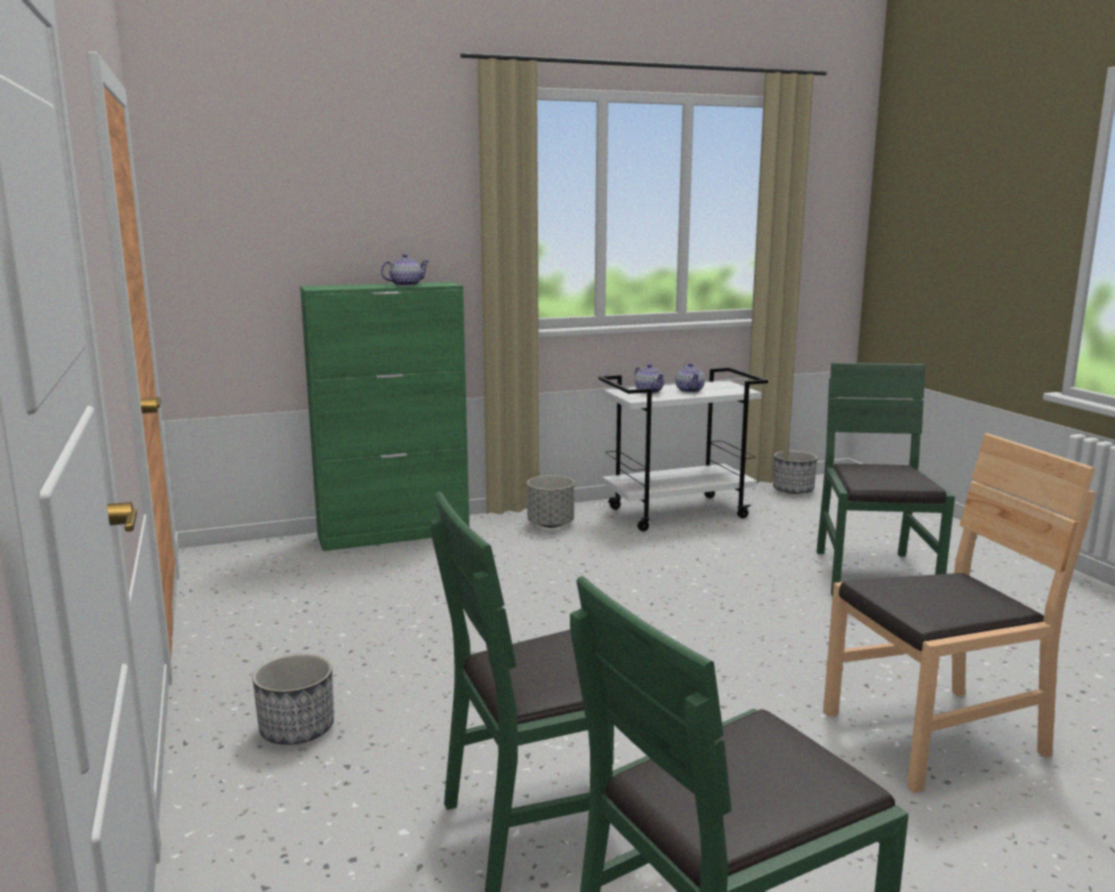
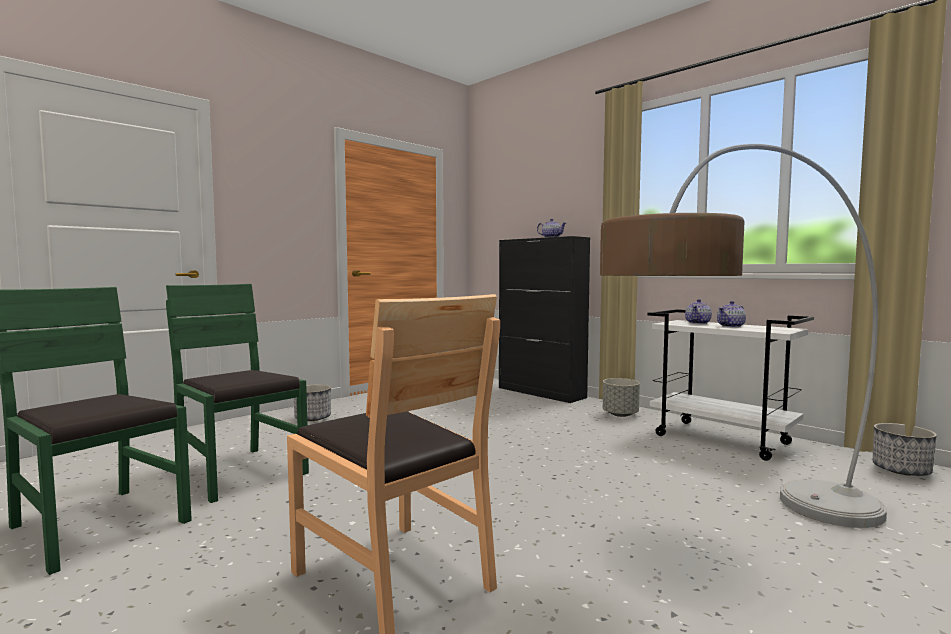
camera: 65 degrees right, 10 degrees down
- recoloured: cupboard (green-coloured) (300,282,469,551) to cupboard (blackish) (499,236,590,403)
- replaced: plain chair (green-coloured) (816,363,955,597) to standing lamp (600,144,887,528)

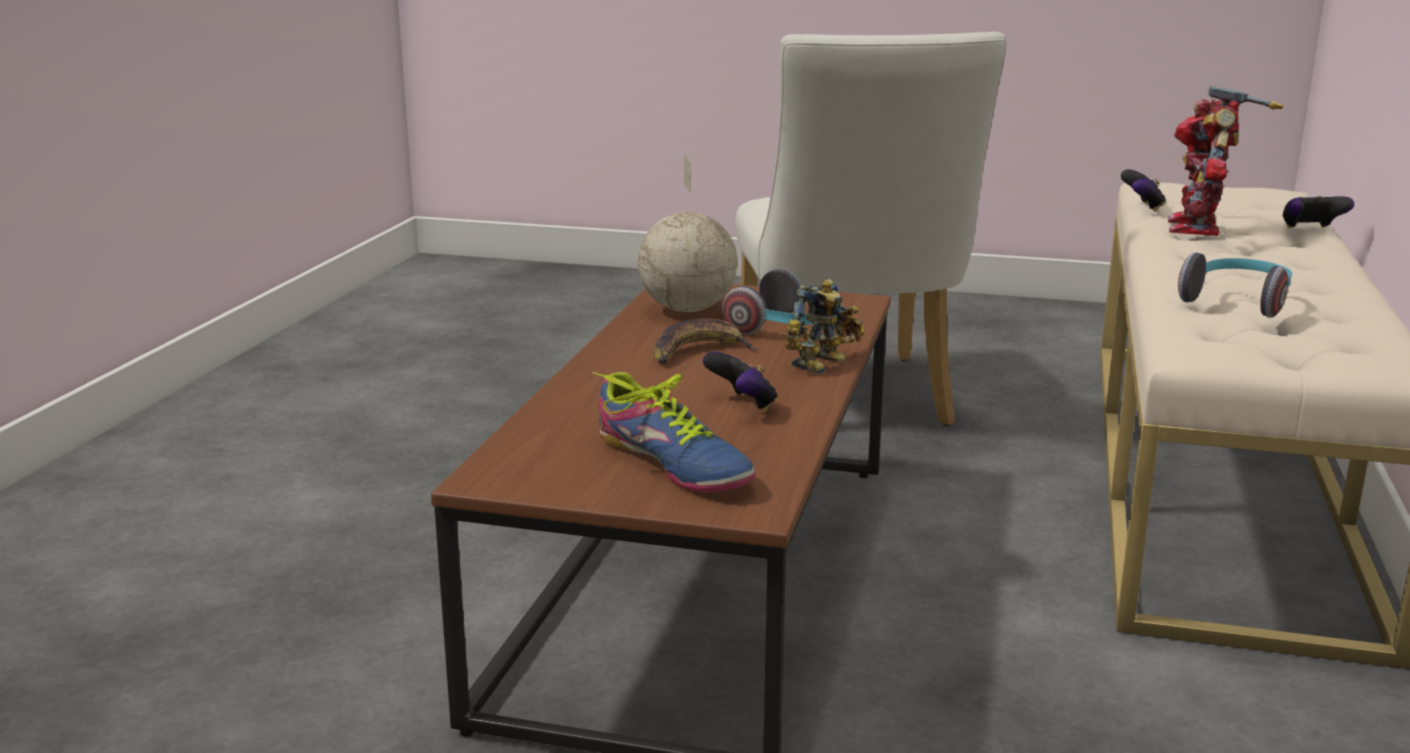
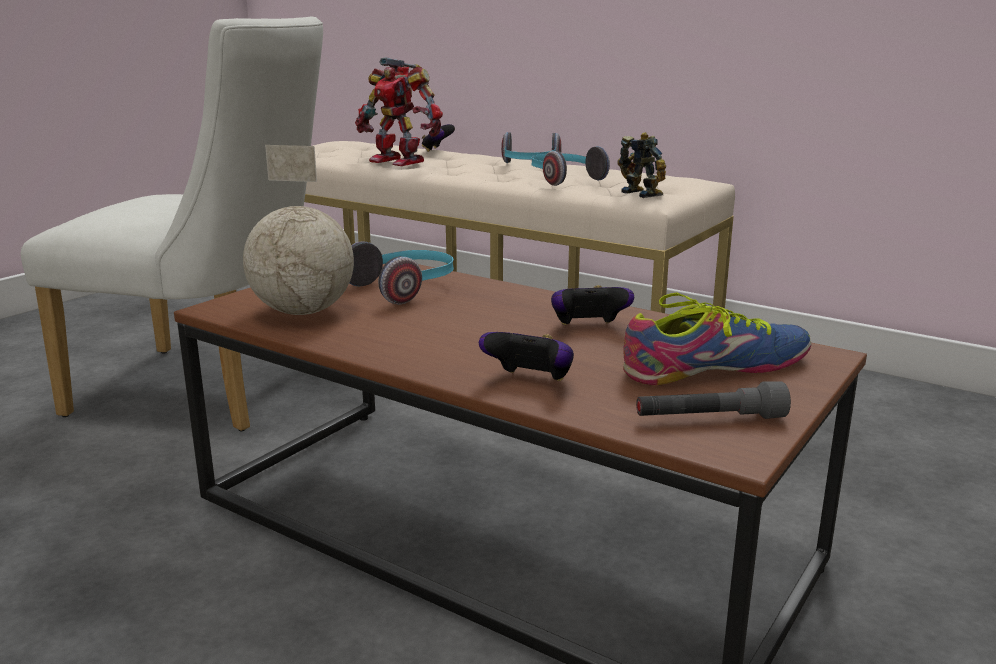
camera: 70 degrees left, 0 degrees up
- moved: gamepad (1121,169,1166,212) to (479,332,574,381)
- added: pair of headphones (501,132,562,163)
- moved: toy robot (785,279,865,374) to (617,132,666,198)
- added: torch (grey) (636,381,791,419)
- removed: banana fruit (653,318,759,364)

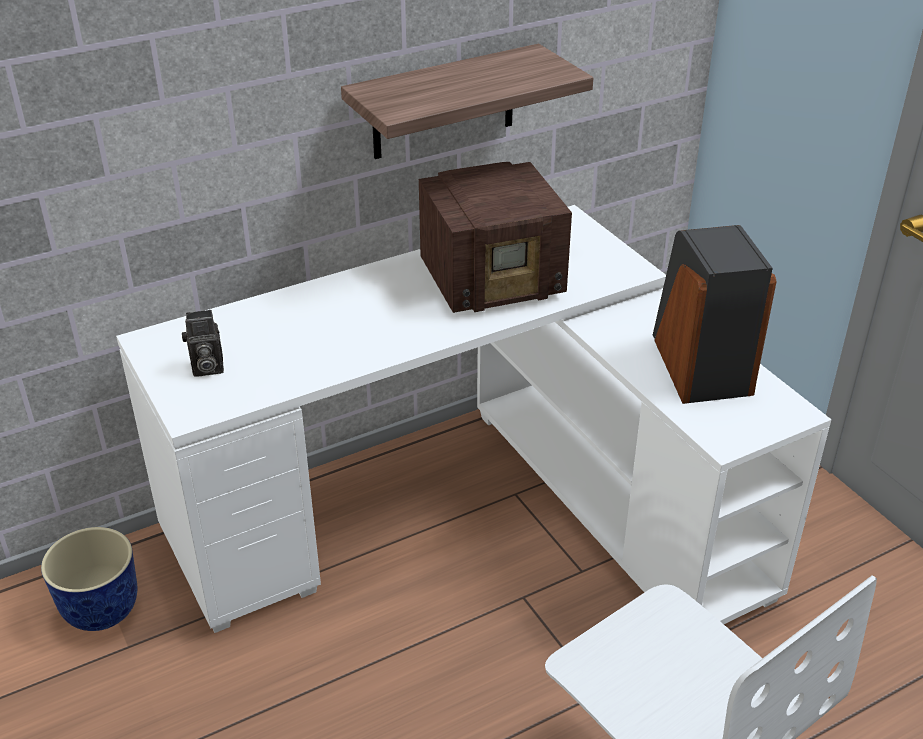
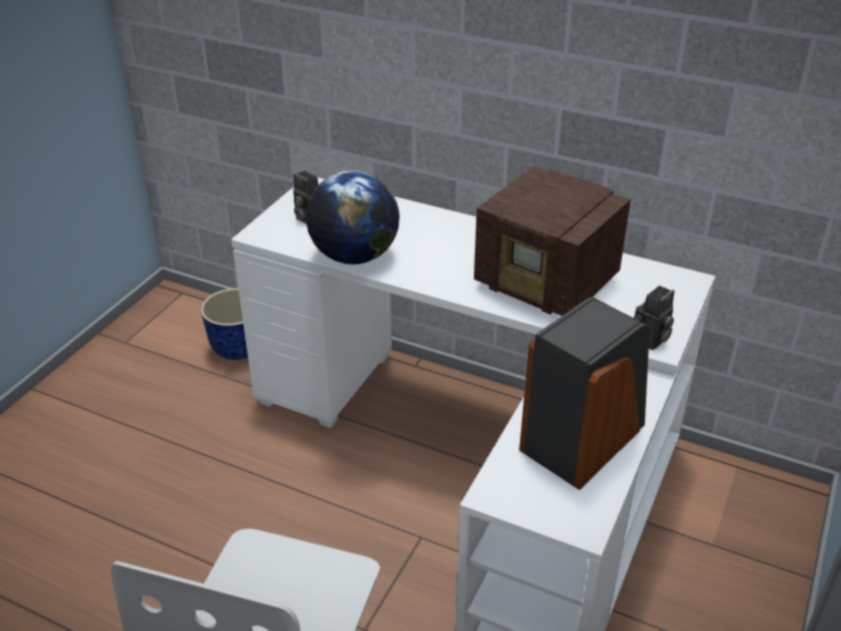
camera: 55 degrees right, 0 degrees up
- added: world globe (306,170,400,264)
- added: still camera (634,285,674,350)
- removed: bracket shelf (341,44,593,159)

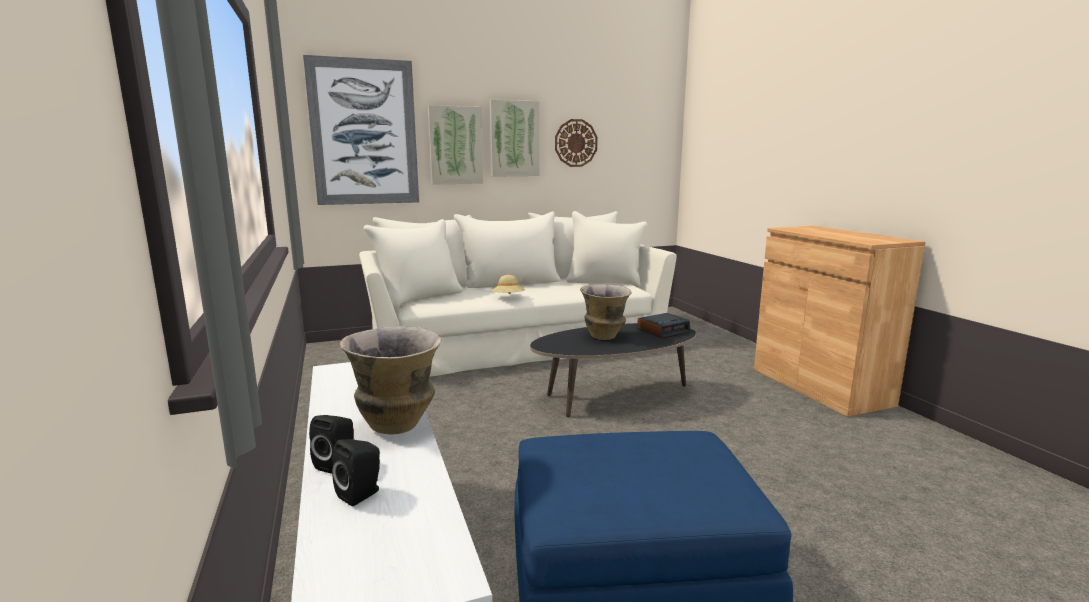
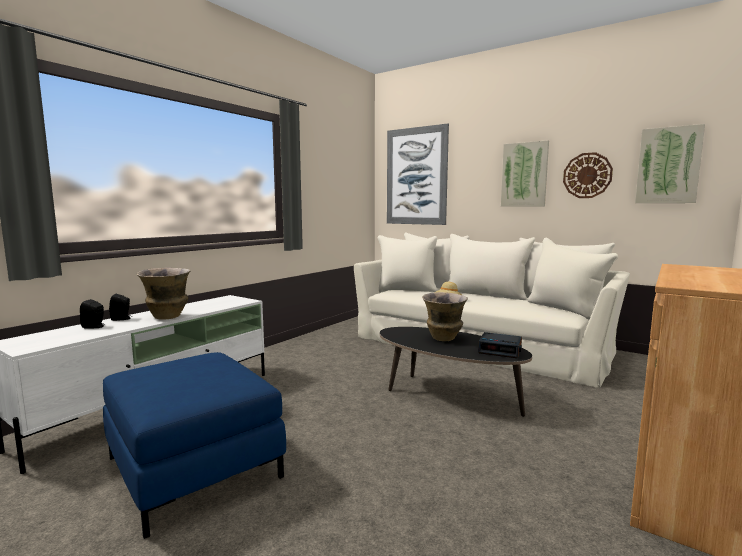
camera: 55 degrees right, 5 degrees down
- moved: wall picture (428,105,483,184) to (635,124,705,203)

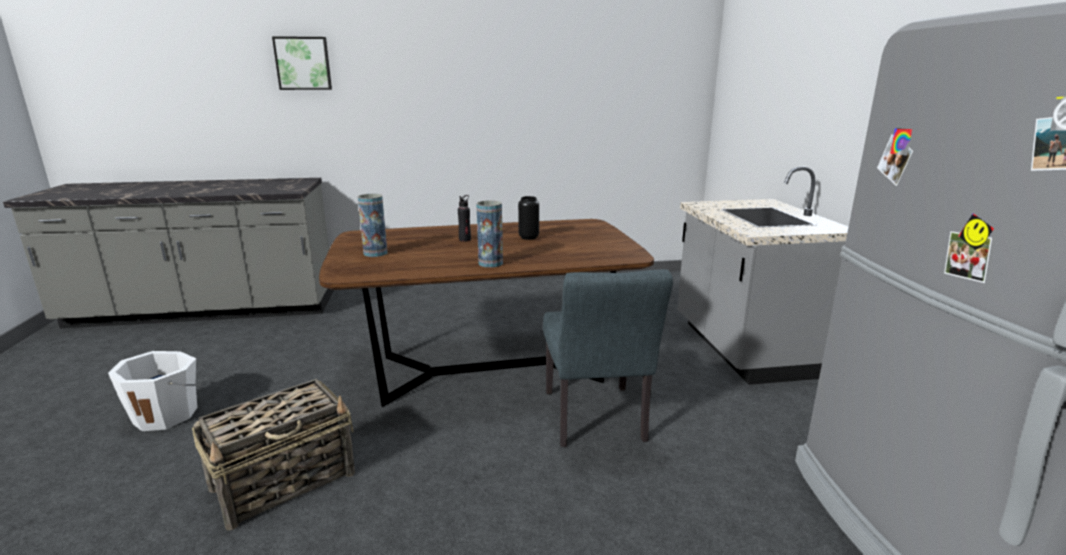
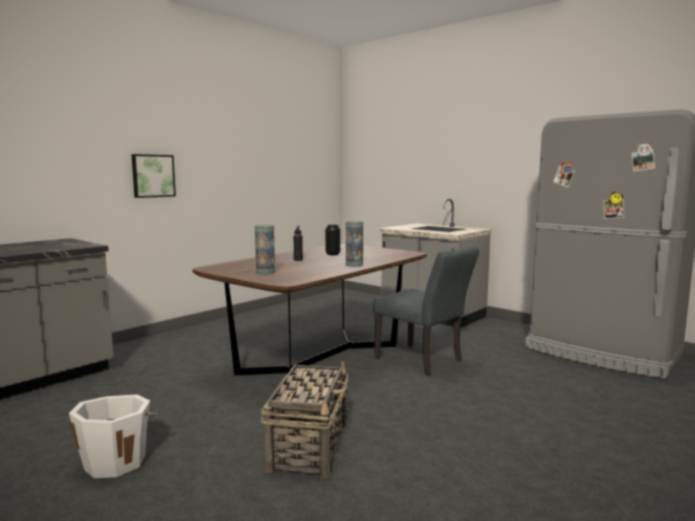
camera: 40 degrees left, 10 degrees down
- moved: wall picture (272,36,332,90) to (131,154,176,198)

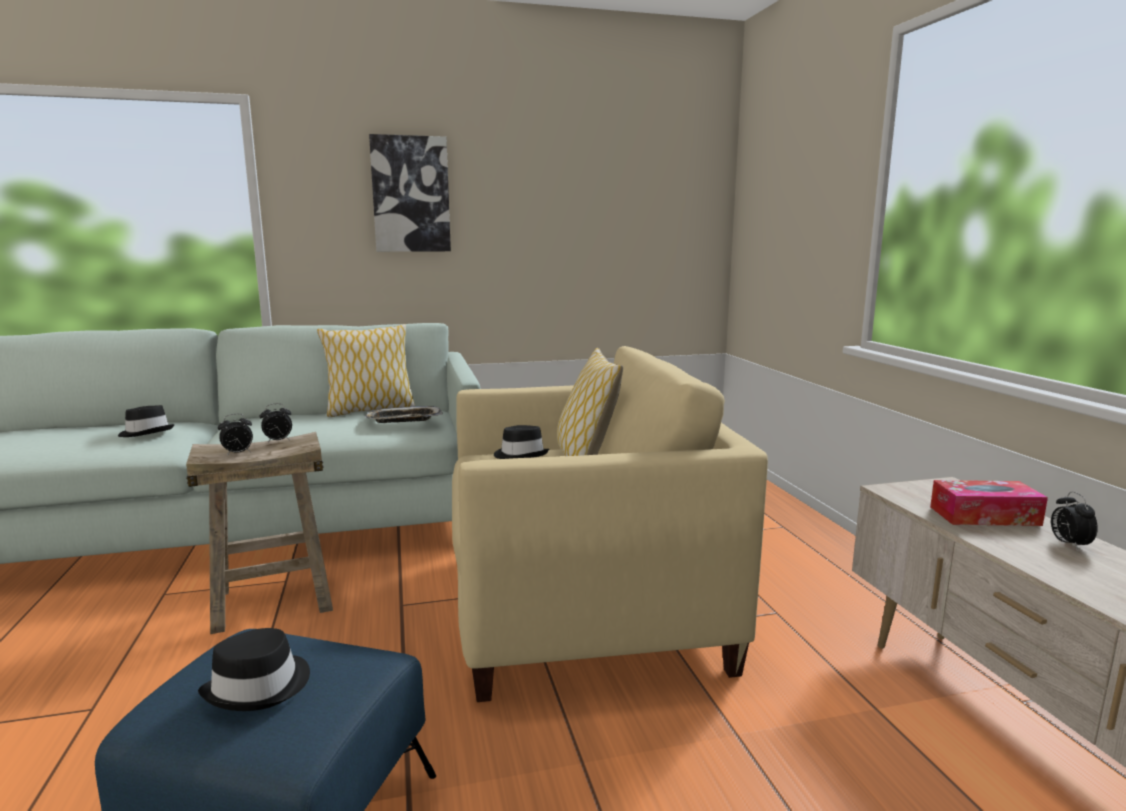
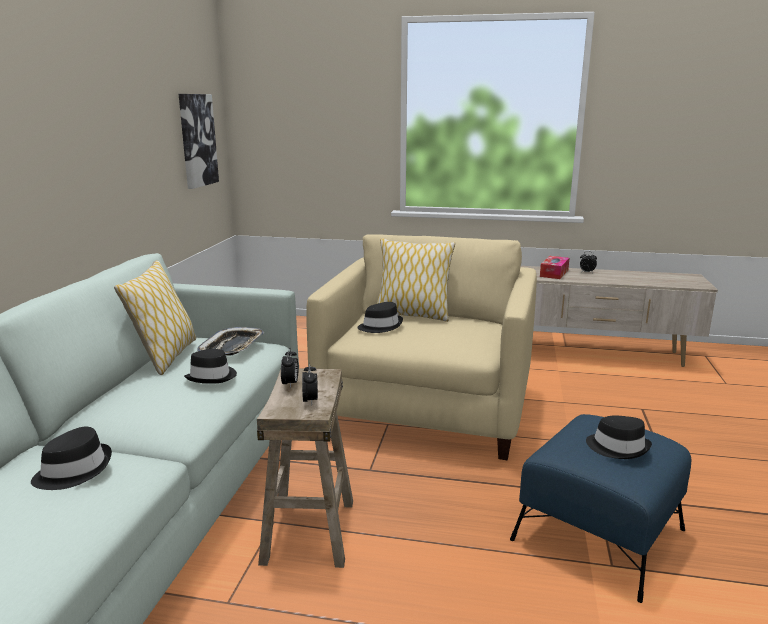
camera: 65 degrees left, 5 degrees up
- moved: wall picture (369,134,451,252) to (179,94,219,189)
- added: clothing hat (blackish) (184,349,237,384)

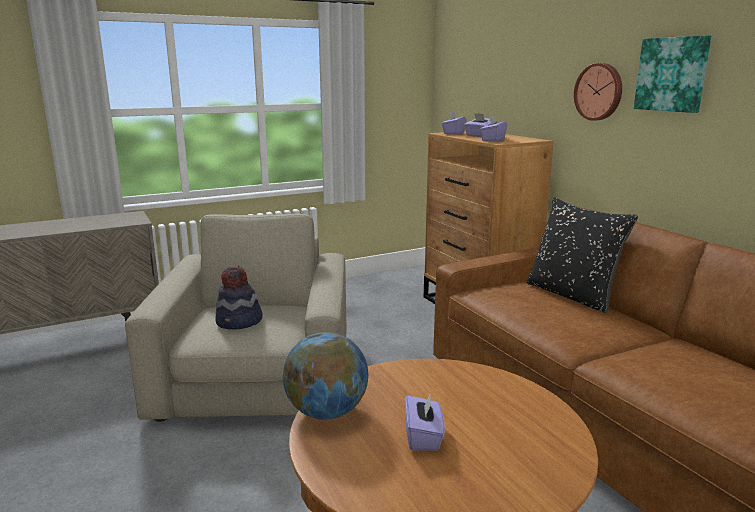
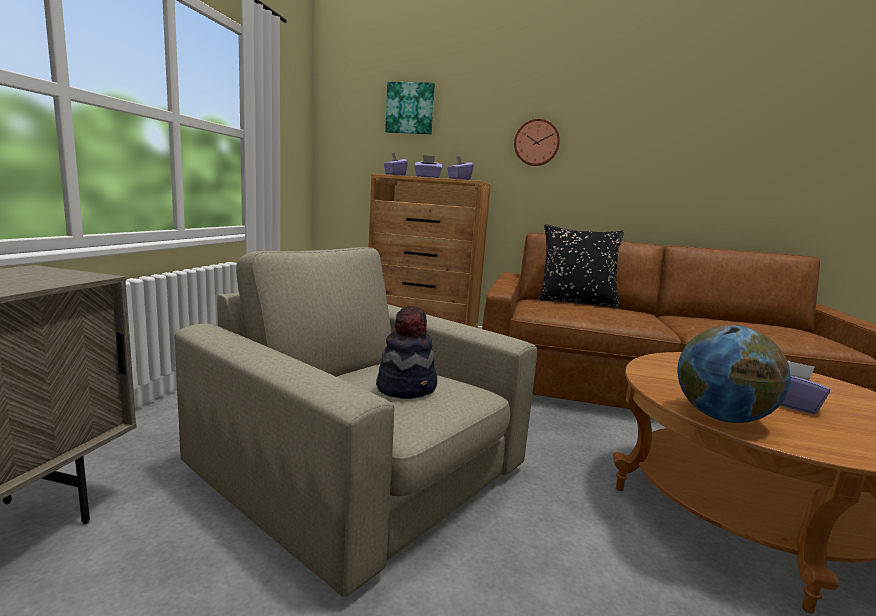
camera: 50 degrees left, 5 degrees down
- moved: wall picture (634,35,711,113) to (385,82,435,135)

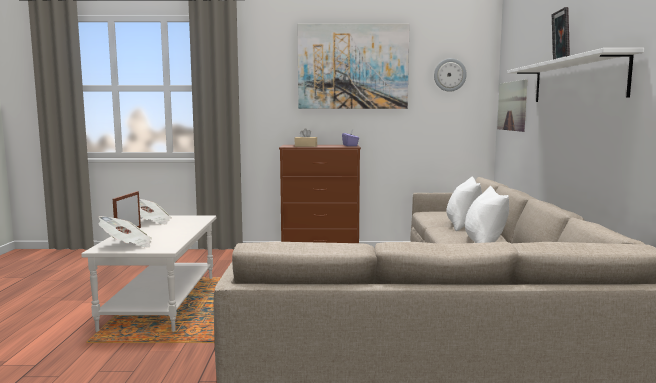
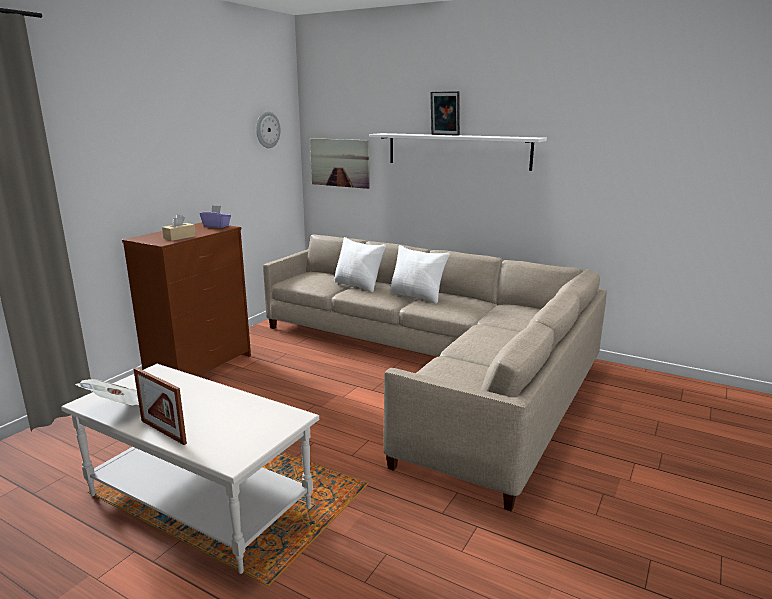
camera: 60 degrees left, 10 degrees up
- removed: printed paper (99,216,152,248)
- removed: wall picture (298,24,410,109)

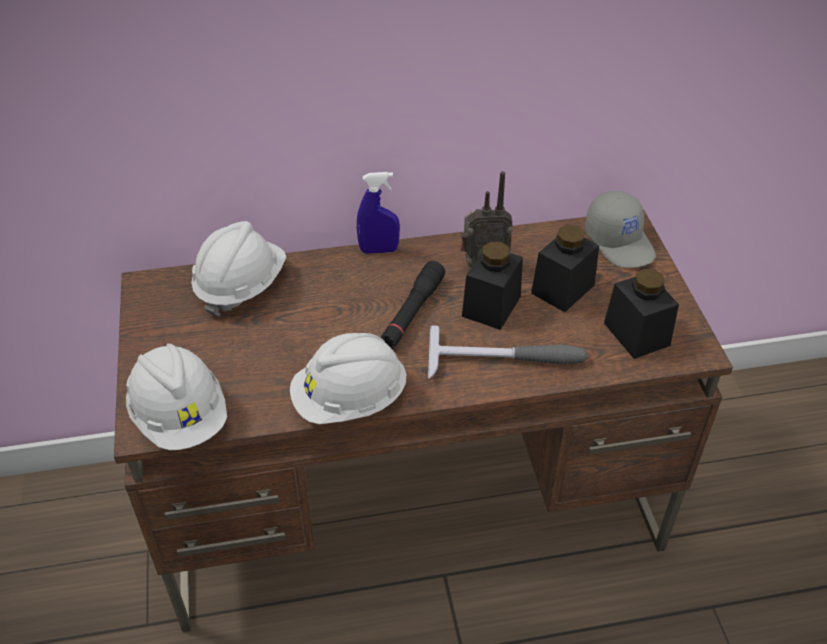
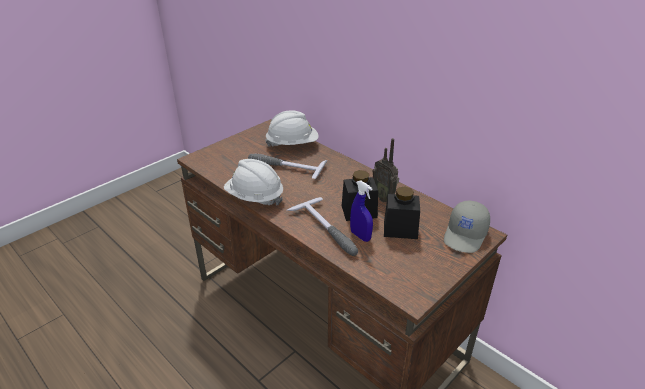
camera: 55 degrees right, 10 degrees down
- added: hand hammer (248,154,327,179)
- moved: spray bottle (blue) (357,172,400,254) to (350,180,373,242)
- removed: work helmet (white-coloured) (126,344,227,450)
- removed: torch (blackish) (380,261,445,350)
- removed: jar (blackish) (604,269,679,359)

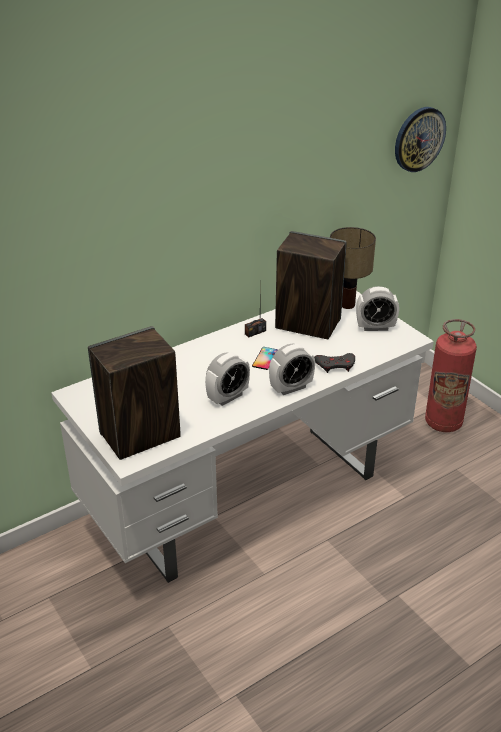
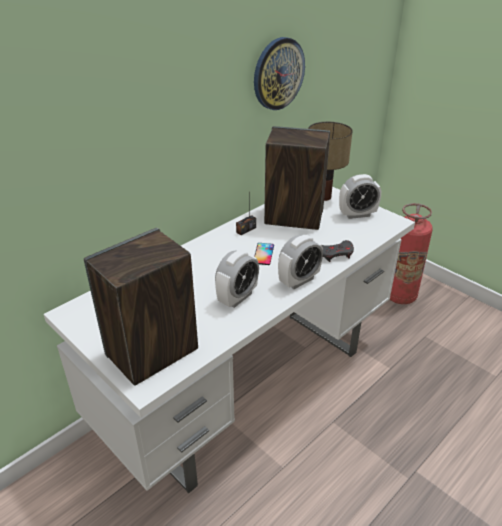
camera: 10 degrees left, 0 degrees up
- moved: clock on the wall (395,107,446,172) to (254,37,305,110)

